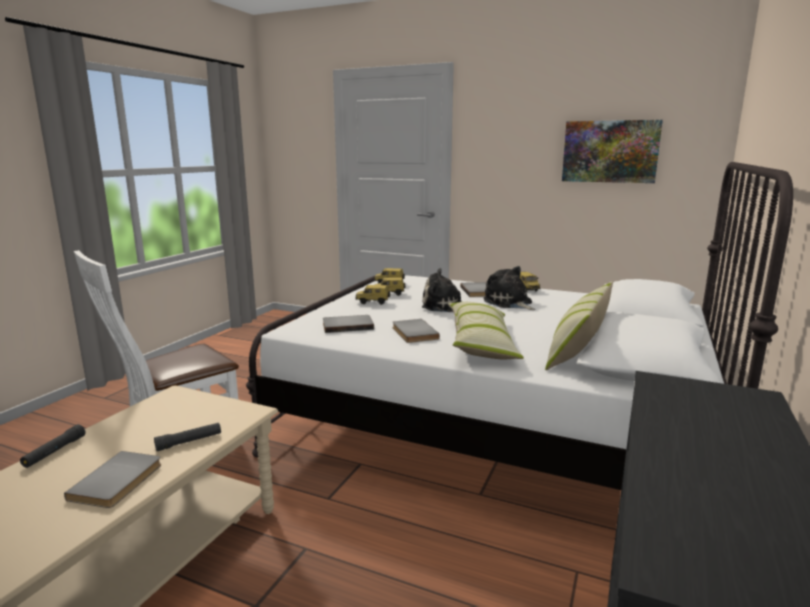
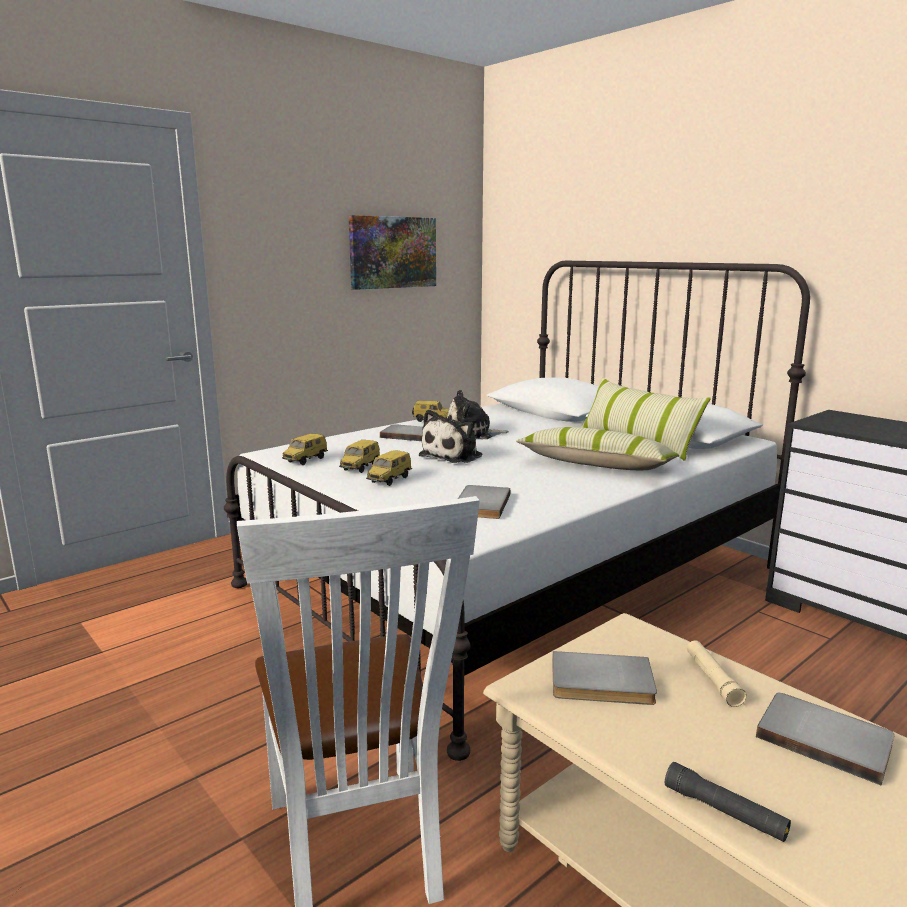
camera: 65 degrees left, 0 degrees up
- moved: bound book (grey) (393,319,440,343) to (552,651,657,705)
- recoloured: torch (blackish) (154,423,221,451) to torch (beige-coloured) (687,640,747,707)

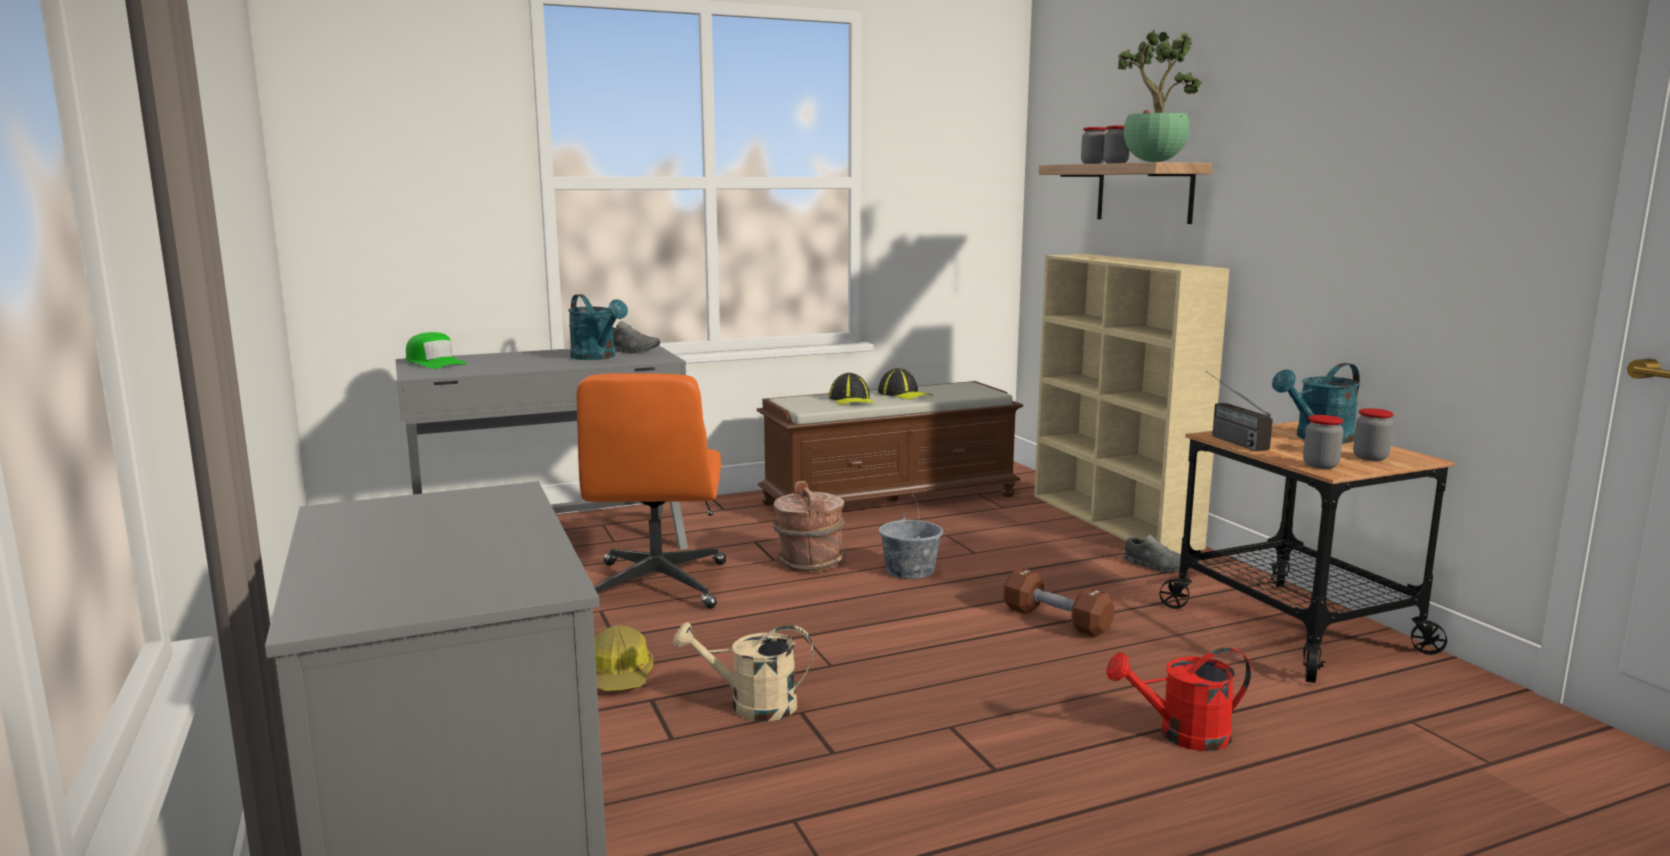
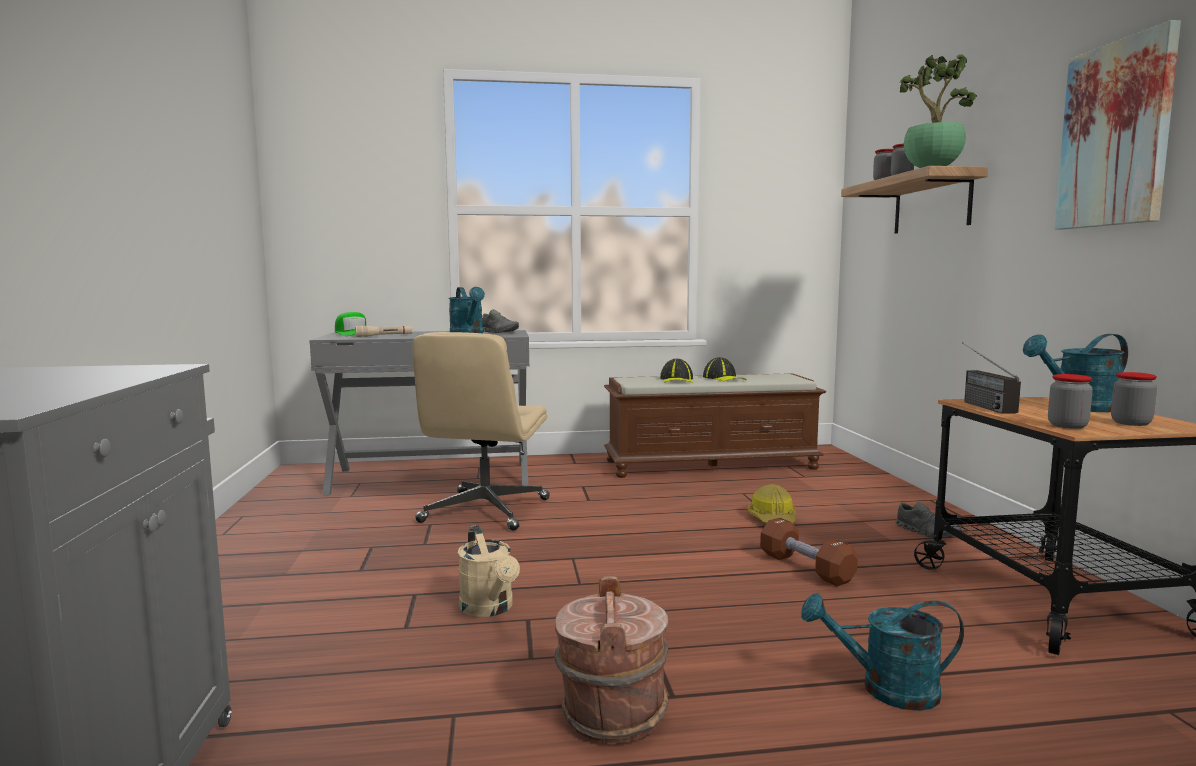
camera: 15 degrees right, 5 degrees down
- added: torch (beige-coloured) (355,326,413,337)
- recoloured: office chair (orange) (576,373,726,609) to office chair (beige-coloured) (413,332,550,531)
- turned: sprinkling can (beige-coloured) (673,622,813,721) = (458,525,520,617) 135 degrees counterclockwise
- moved: water bucket (brown) (773,481,845,572) to (555,576,669,743)
- moved: work helmet (594,626,653,691) to (747,484,796,523)
- recoloured: sprinkling can (reddish) (1106,647,1251,751) to sprinkling can (turquoise-coloured) (801,593,964,711)
- added: wall picture (1054,20,1181,230)
- removed: water bucket (grey) (879,497,943,579)
- removed: bookshelf (beige-coloured) (1034,254,1229,554)

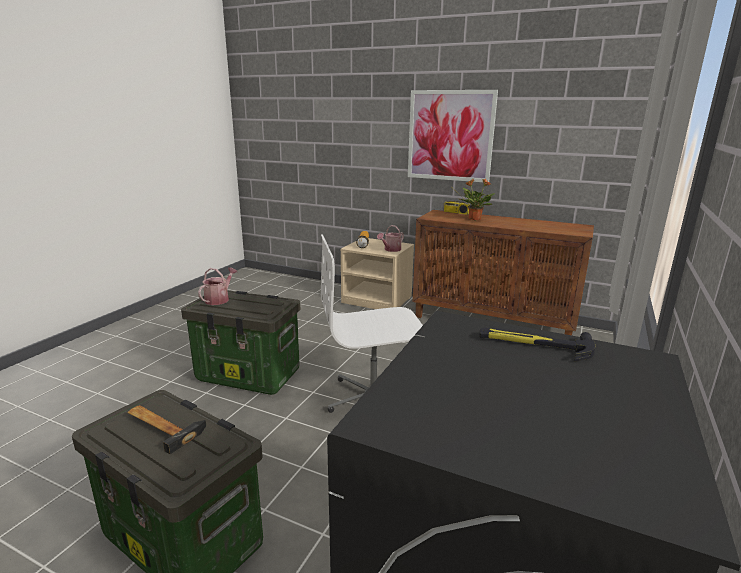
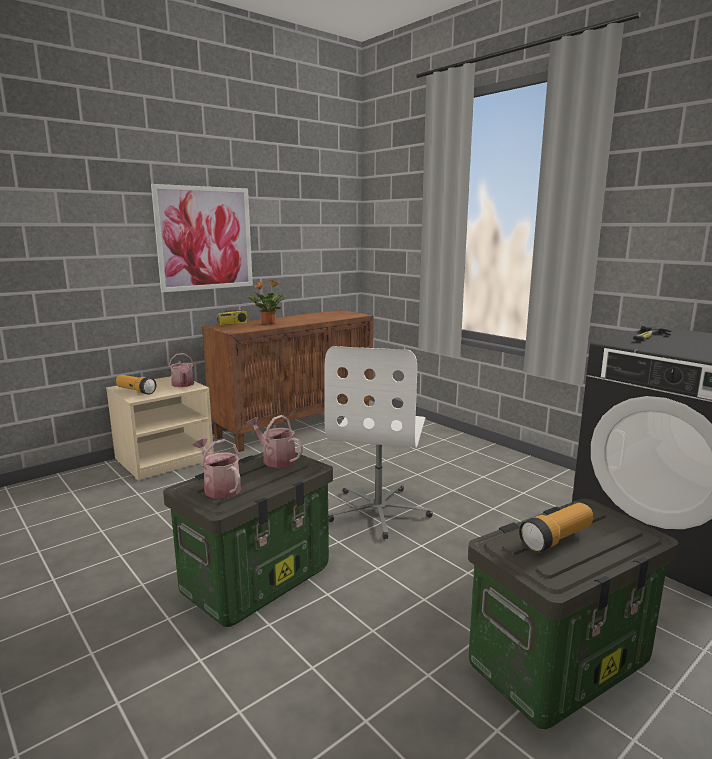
camera: 65 degrees left, 5 degrees down
- added: sprinkling can (246,415,303,468)
- replaced: hand hammer (128,405,206,454) to torch (519,503,593,553)

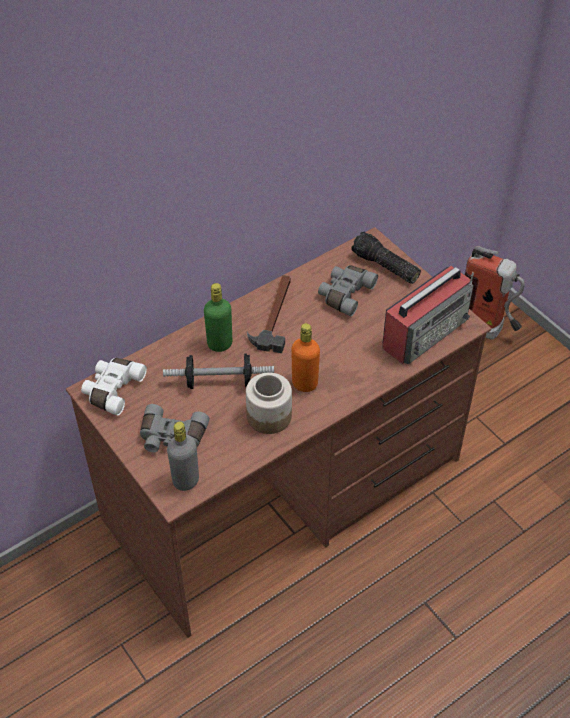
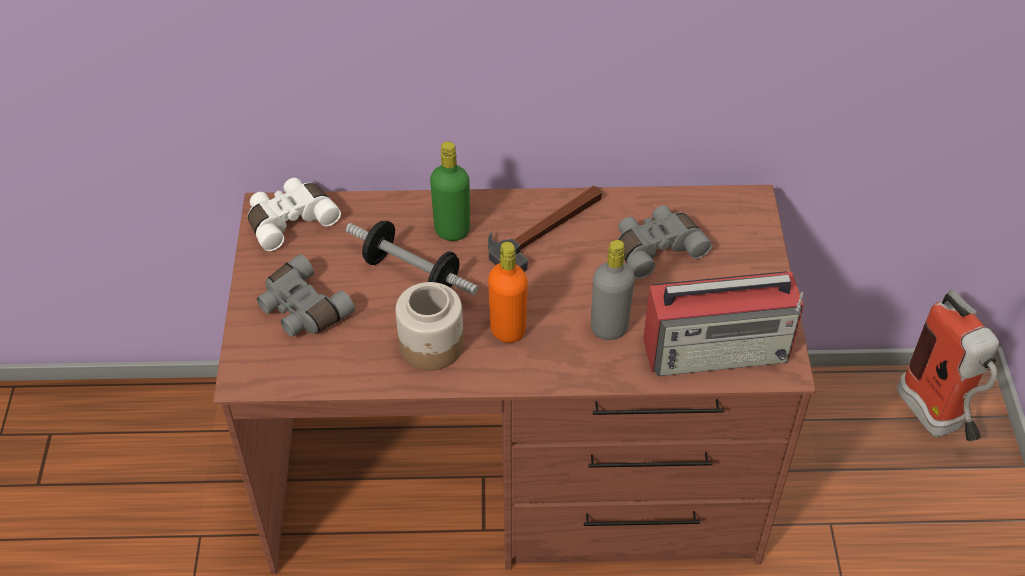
camera: 35 degrees right, 0 degrees up
- moved: beverage bottle (grey) (167,422,199,491) to (591,240,635,340)
- removed: torch (351,231,421,284)

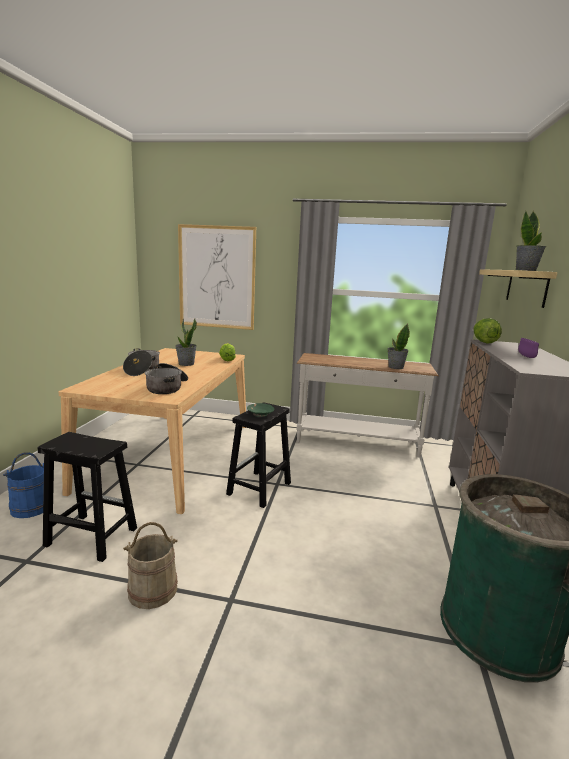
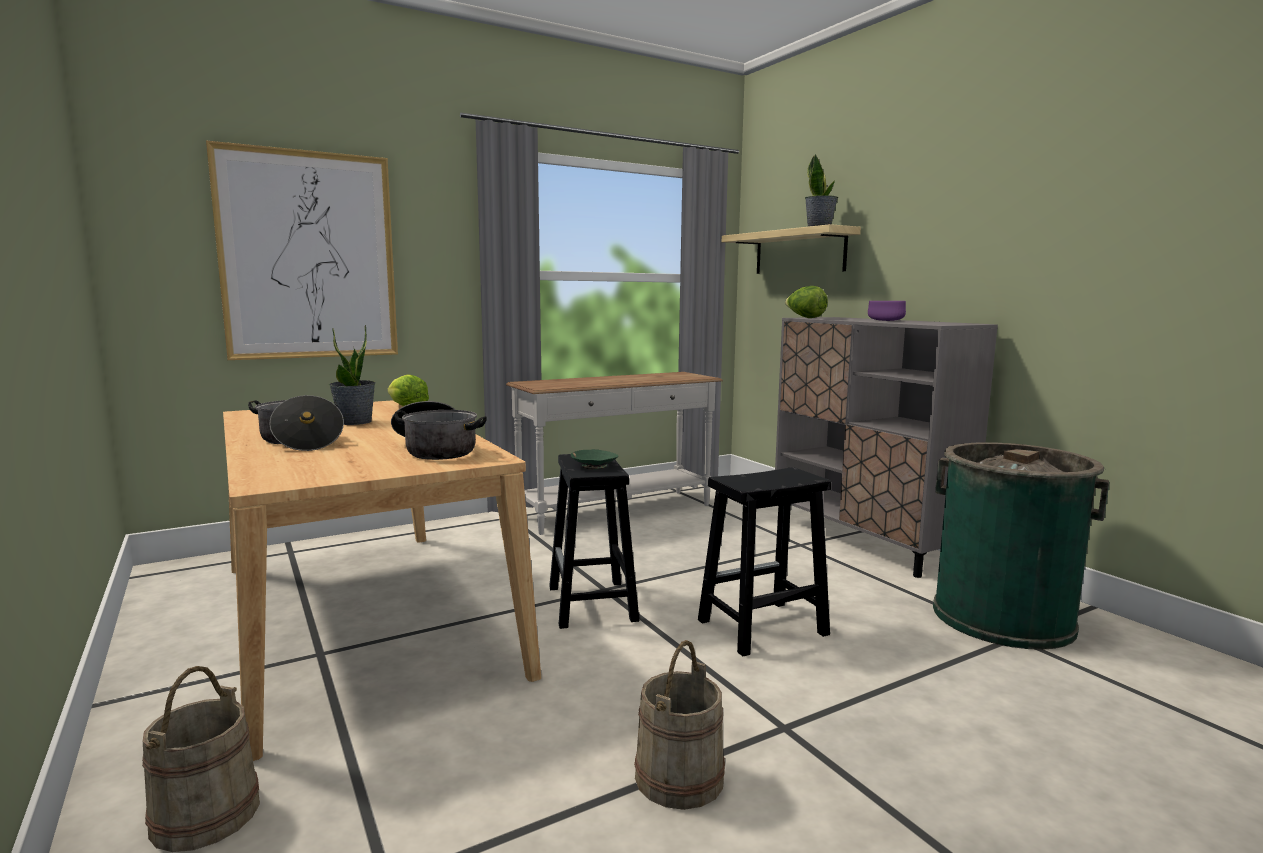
camera: 40 degrees left, 5 degrees down
- recoloured: water bucket (blue) (3,452,44,518) to water bucket (beige-coloured) (142,666,260,852)
- moved: sitting stool (blackish) (38,432,137,562) to (698,467,831,657)
- removed: plant in a pot (387,324,410,369)

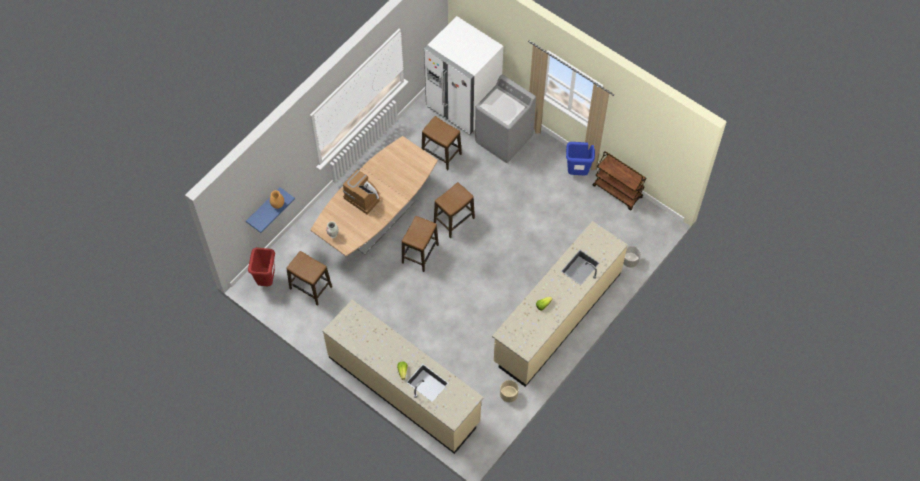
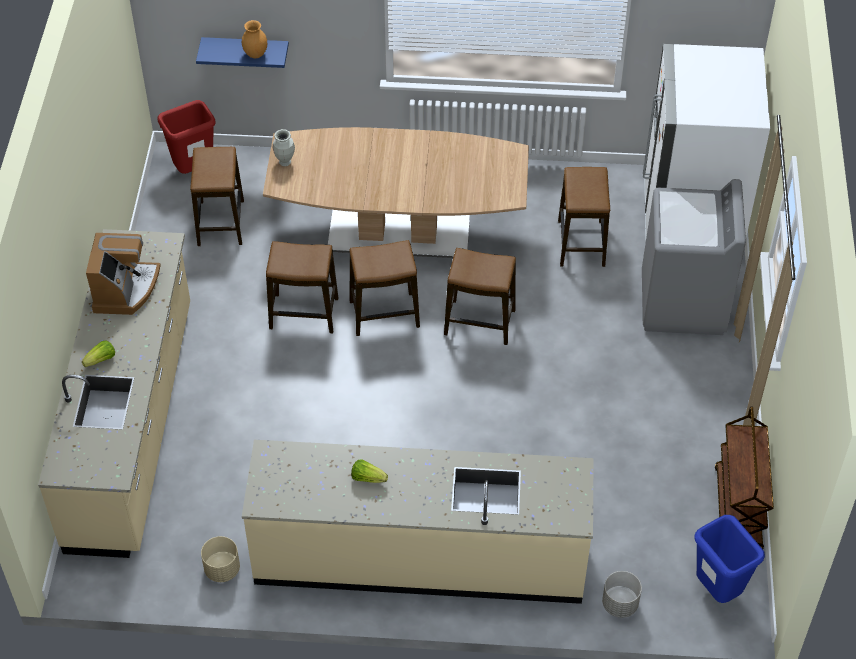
camera: 55 degrees right, 10 degrees down
- moved: coffee brewer (343,169,380,214) to (86,233,161,315)
- added: sitting stool (266,241,338,333)
- moved: waste bin (blue) (566,142,595,176) to (694,515,765,603)

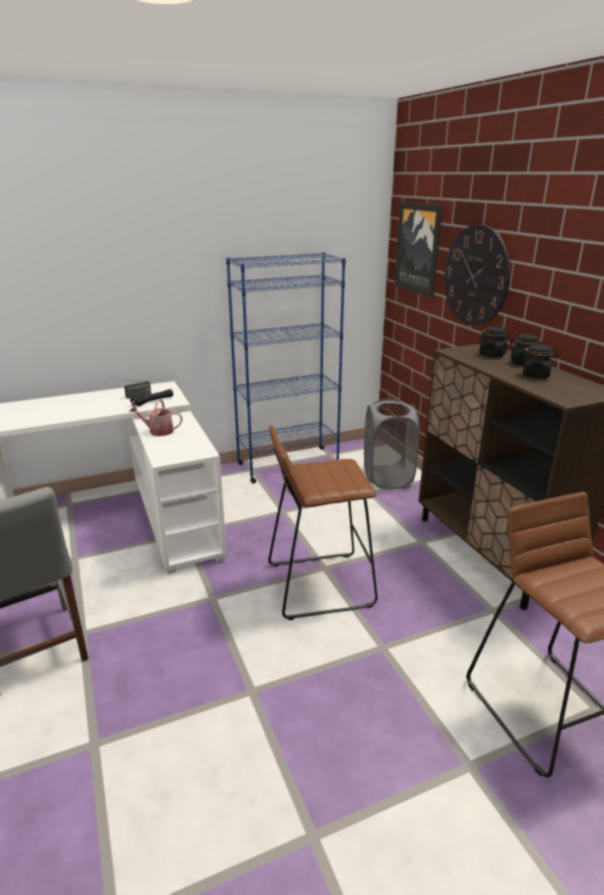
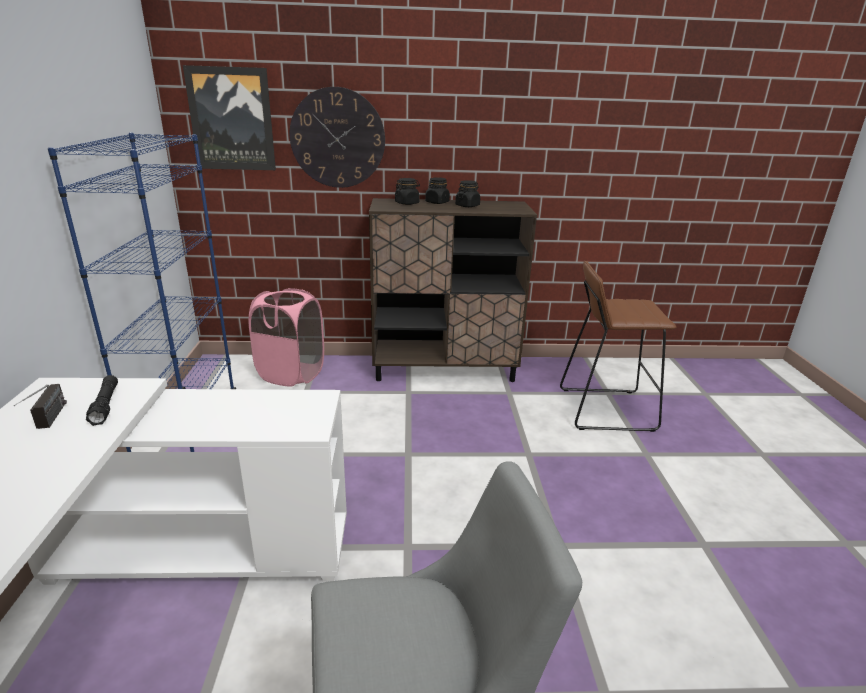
camera: 70 degrees left, 0 degrees up
- recoloured: washing basket (grey) (364,399,420,489) to washing basket (pink) (248,288,324,387)
- removed: sprinkling can (129,399,183,436)
- removed: sitting stool (brown) (268,425,378,620)

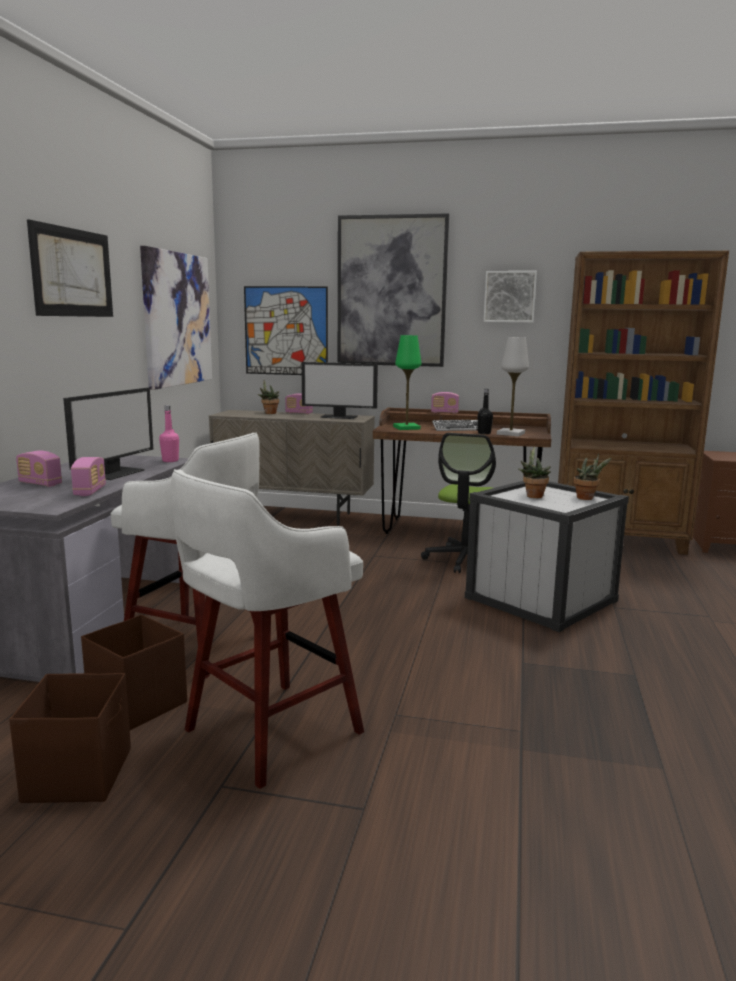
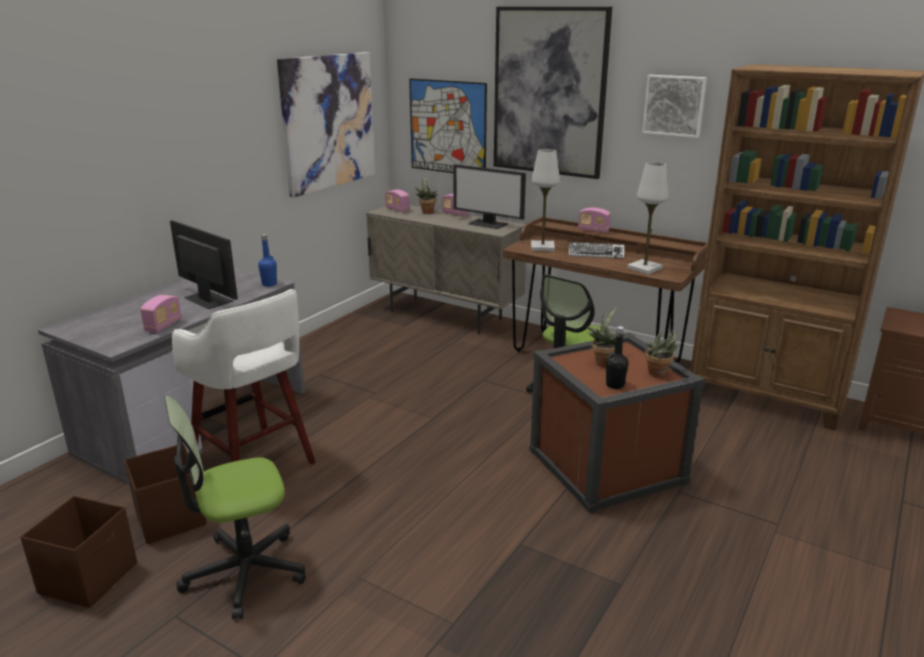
camera: 20 degrees right, 10 degrees up
- replaced: sitting stool (white-coloured) (171,469,364,789) to office chair (164,396,306,620)
- turned: computer screen (63,388,153,480) = (170,220,238,309) 90 degrees counterclockwise
- recoloured: beverage bottle (pink) (159,405,179,462) to beverage bottle (blue) (258,234,277,287)
- moved: radio (16,451,62,487) to (385,190,409,212)
- recoloured: storage container (white-coloured) (465,481,629,632) to storage container (brown) (530,333,705,513)
- recoloured: table lamp (green-coloured) (393,335,422,430) to table lamp (white-coloured) (531,149,560,251)
- moved: beverage bottle (blackish) (477,389,493,434) to (606,326,629,389)
- removed: wall picture (27,219,113,317)

